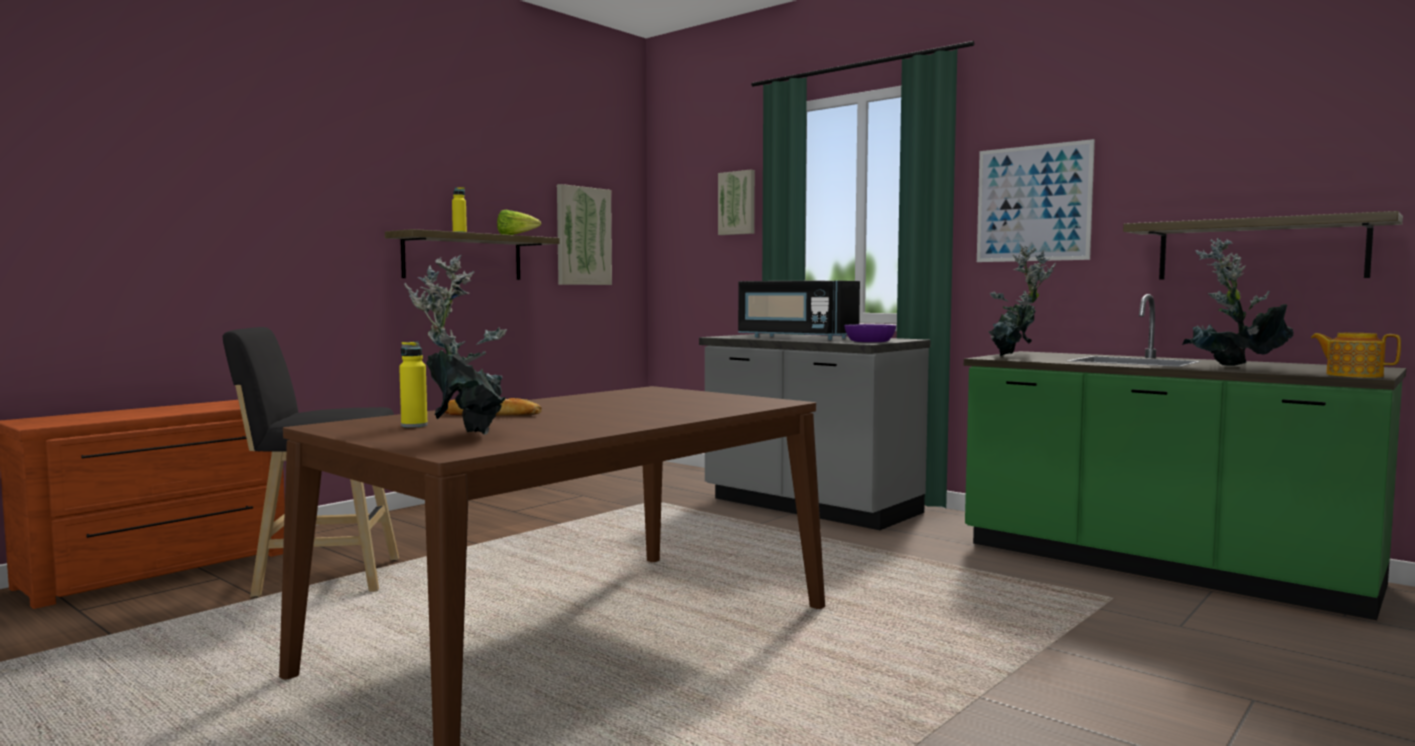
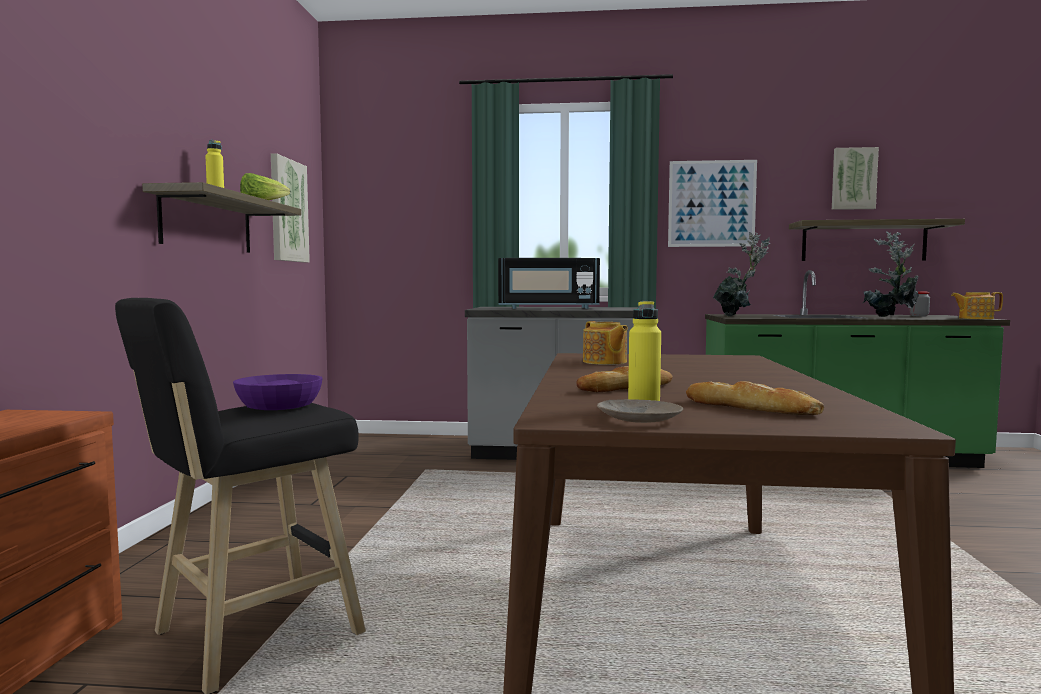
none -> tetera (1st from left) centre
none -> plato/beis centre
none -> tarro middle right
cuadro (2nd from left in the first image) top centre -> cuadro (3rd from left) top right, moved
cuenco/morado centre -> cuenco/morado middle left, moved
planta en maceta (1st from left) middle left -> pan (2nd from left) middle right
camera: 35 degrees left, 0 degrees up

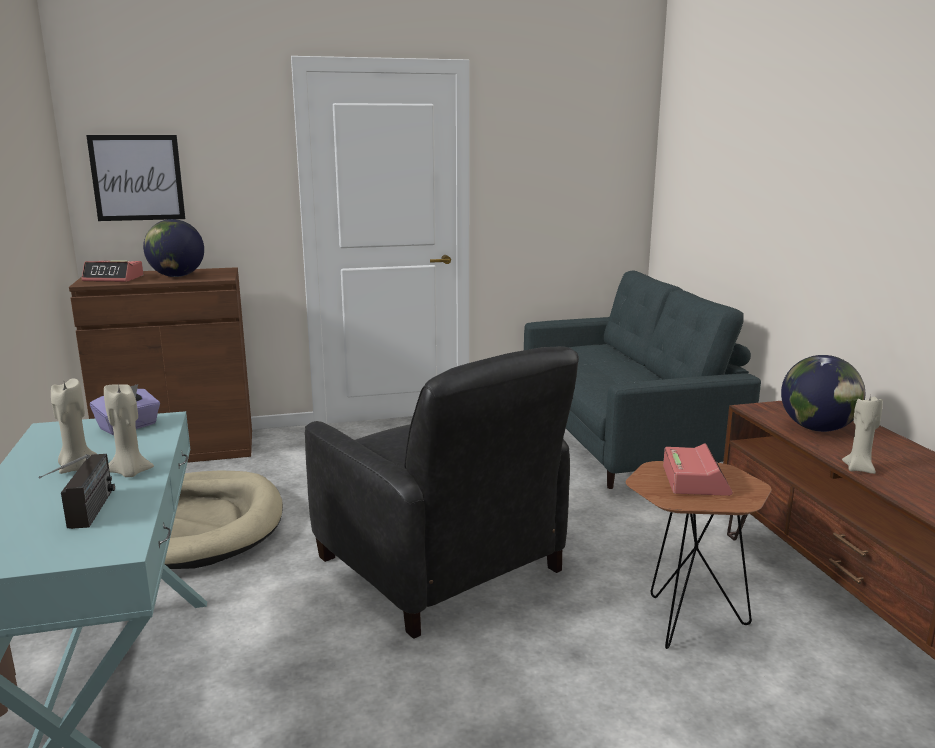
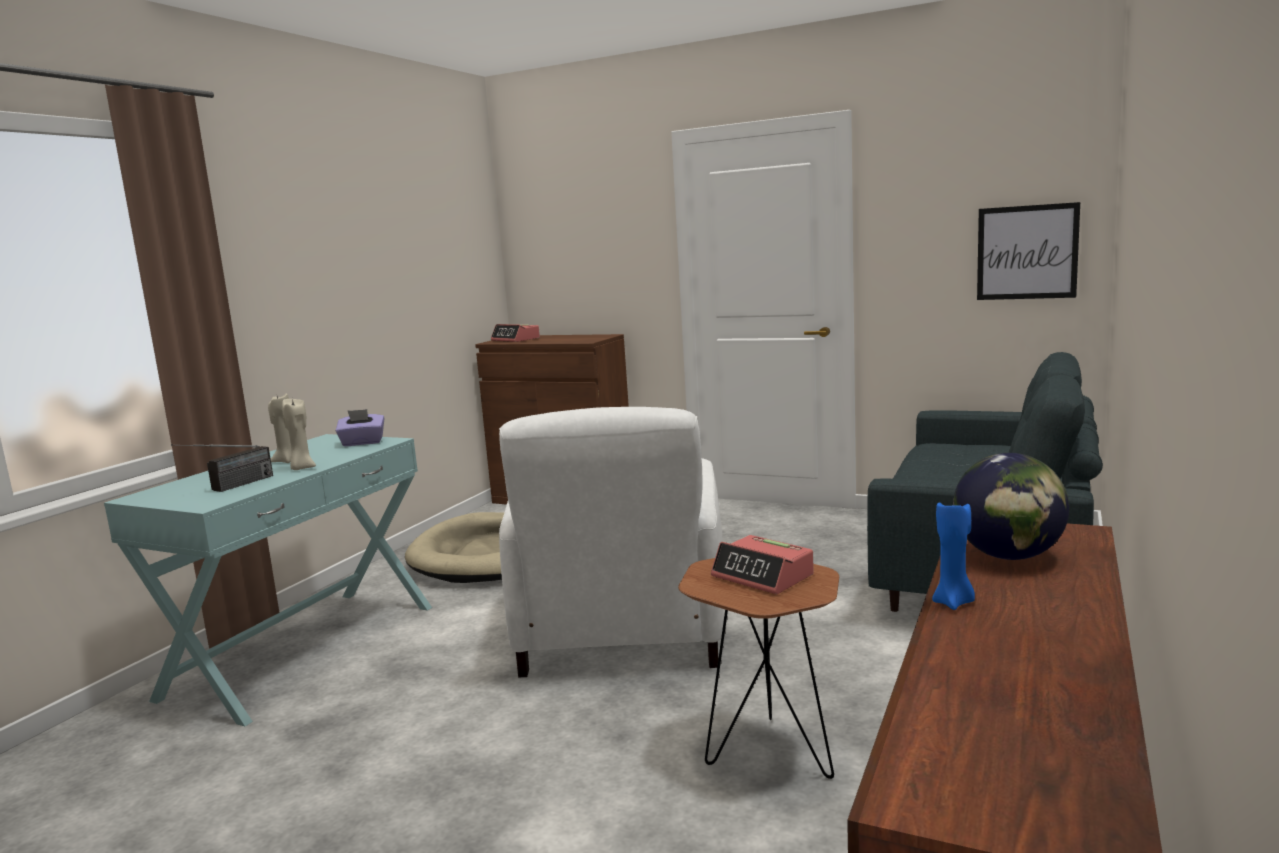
globo terráqueo (1st from left) top left -> none
cuadro top left -> cuadro top right, moved
sillón/negro centre -> sillón/blanco centre
vela/beis (3rd from left) middle right -> vela/azul middle right
despertador (2nd from left) middle right -> despertador (2nd from left) centre, 90 degrees clockwise
camera: 40 degrees right, 5 degrees down

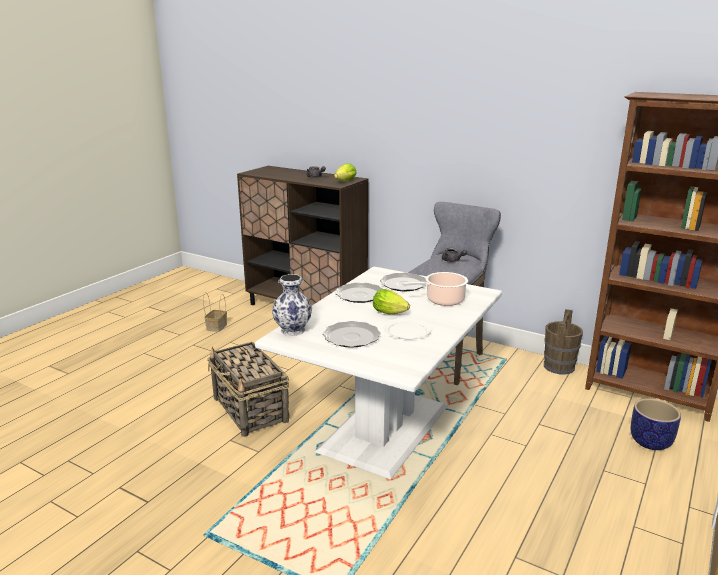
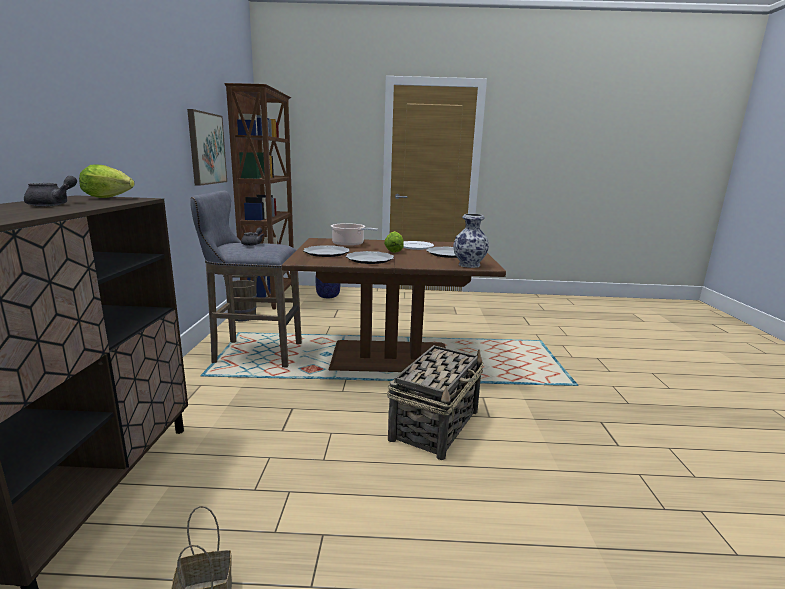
none -> cuadro top left
mesa de comedor/blanco centre -> mesa de comedor/marrón centre
camera: 120 degrees left, 5 degrees down

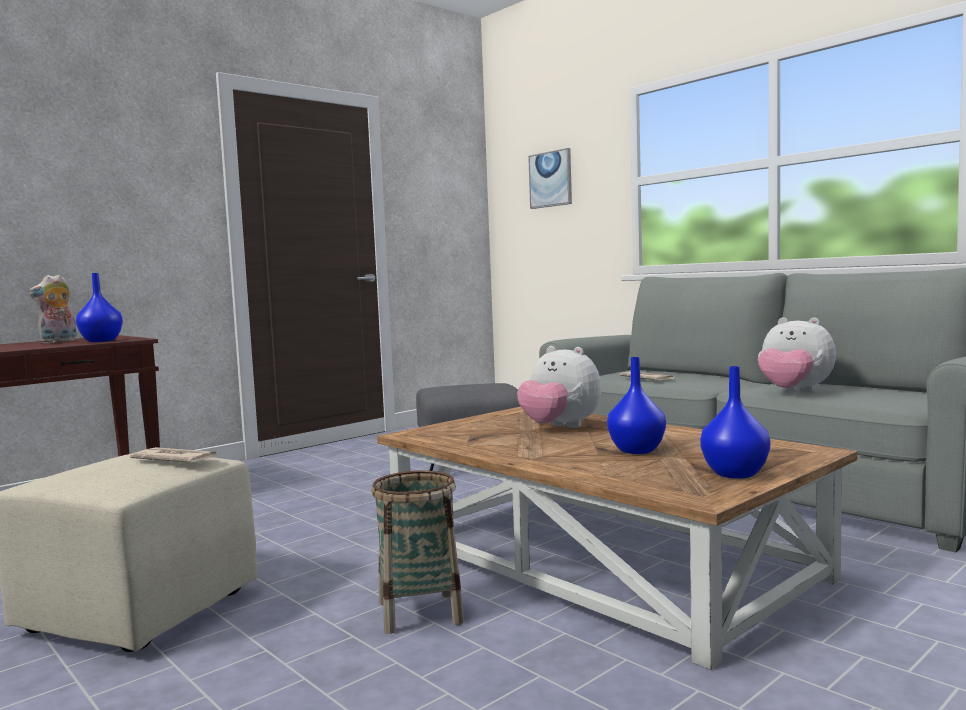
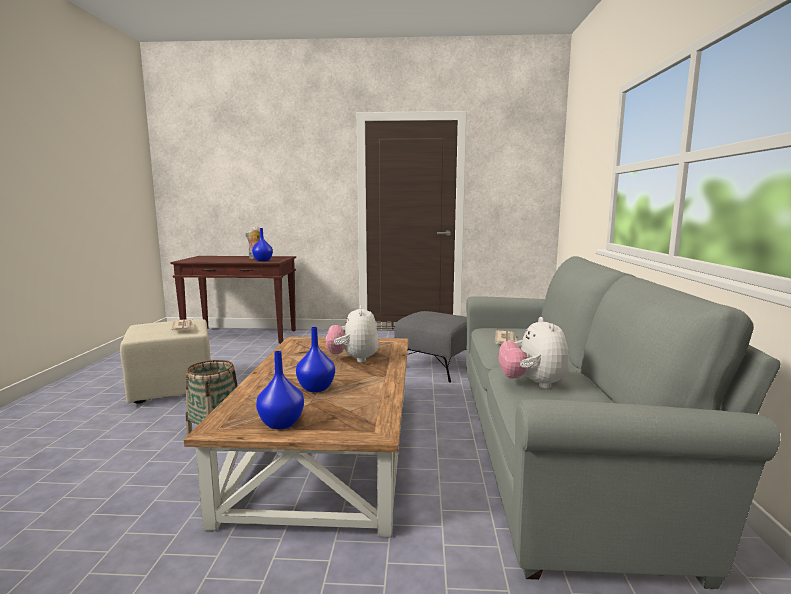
cuadro top centre -> none
camera: 45 degrees right, 5 degrees up

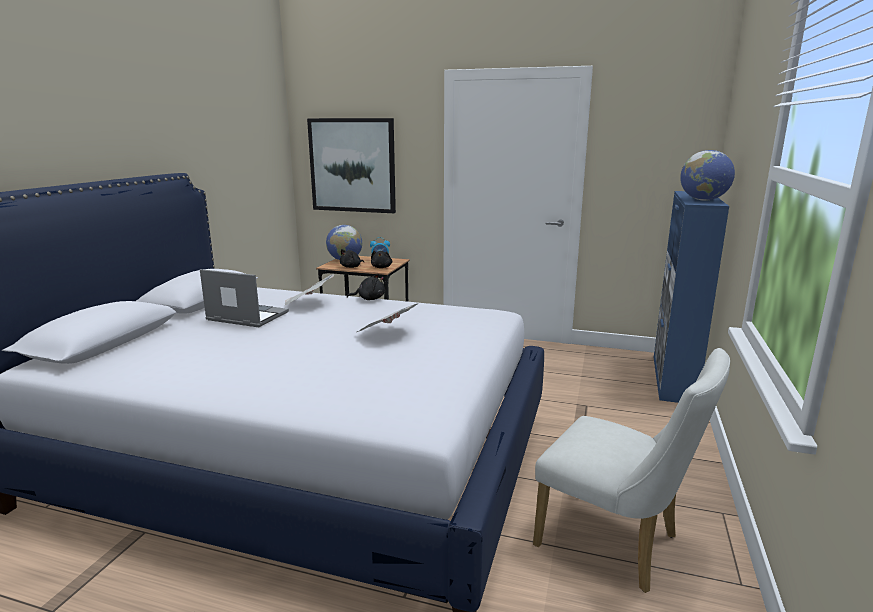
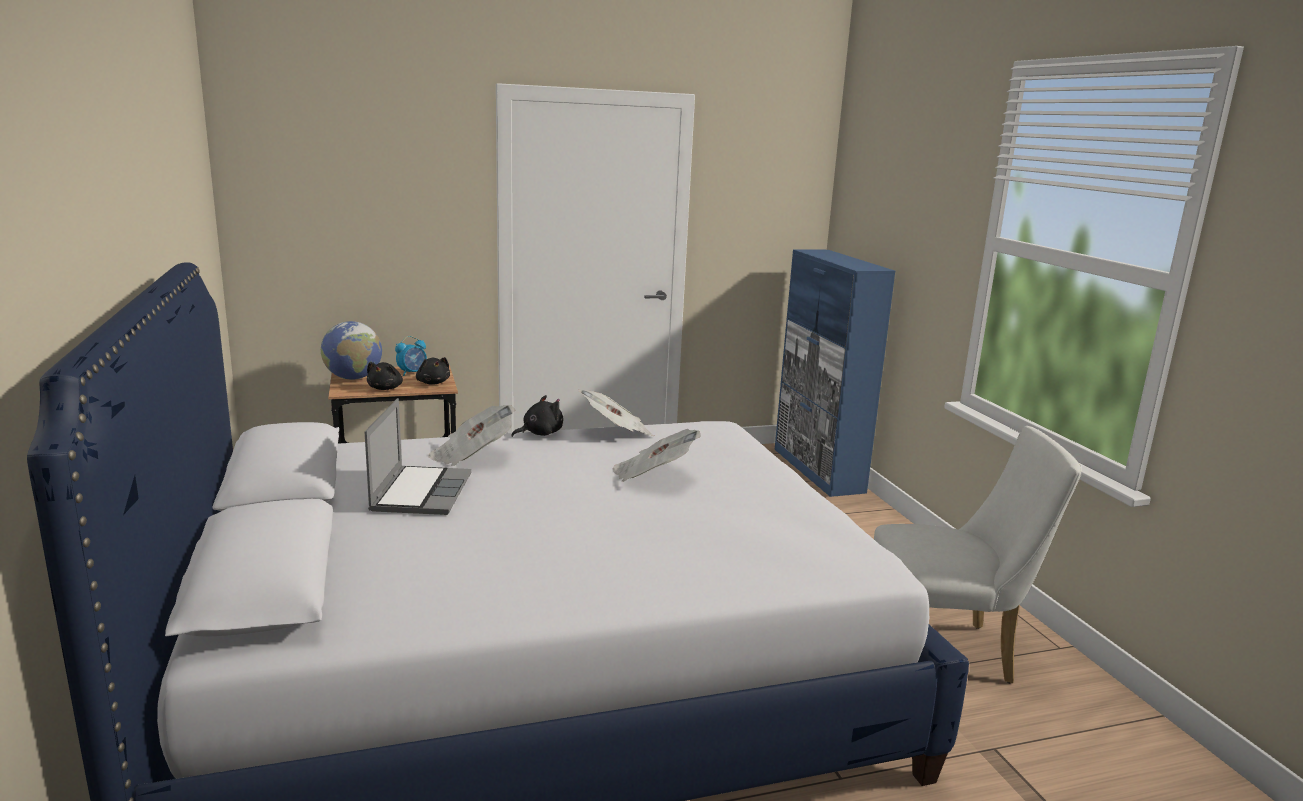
cuadro top centre -> none
globo terráqueo (2nd from left) top right -> none
none -> periódico (2nd from left) centre
portátil middle left, 105 degrees clockwise
camera: 35 degrees left, 0 degrees up

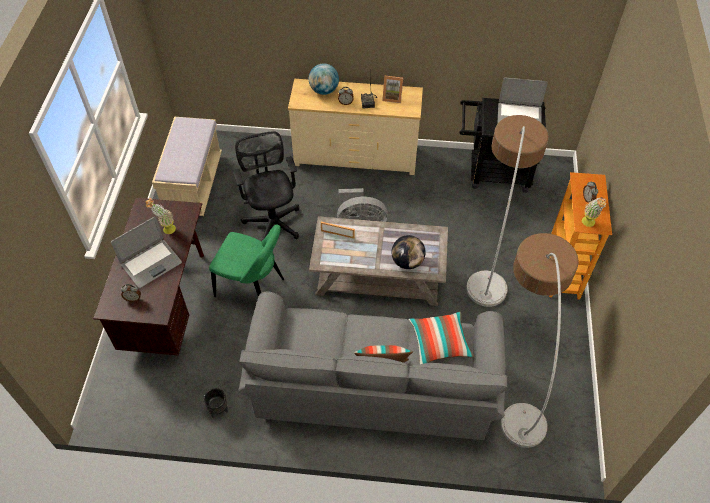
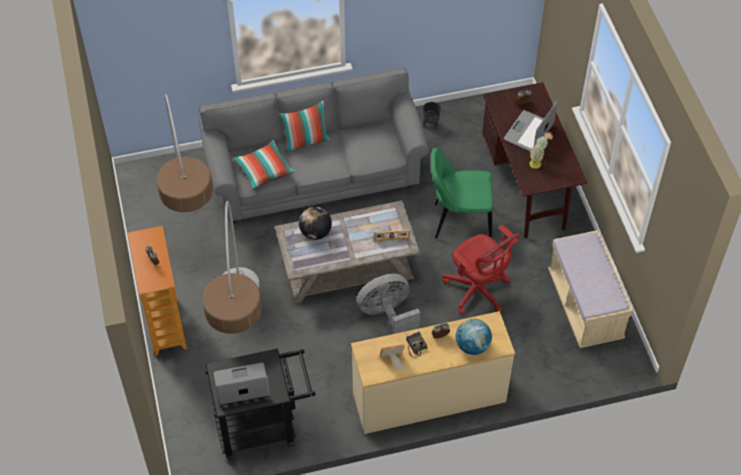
planta en maceta (2nd from left) middle right -> none
silla de oficina/negro centre -> silla de oficina/rojo centre
camera: 160 degrees right, 0 degrees up

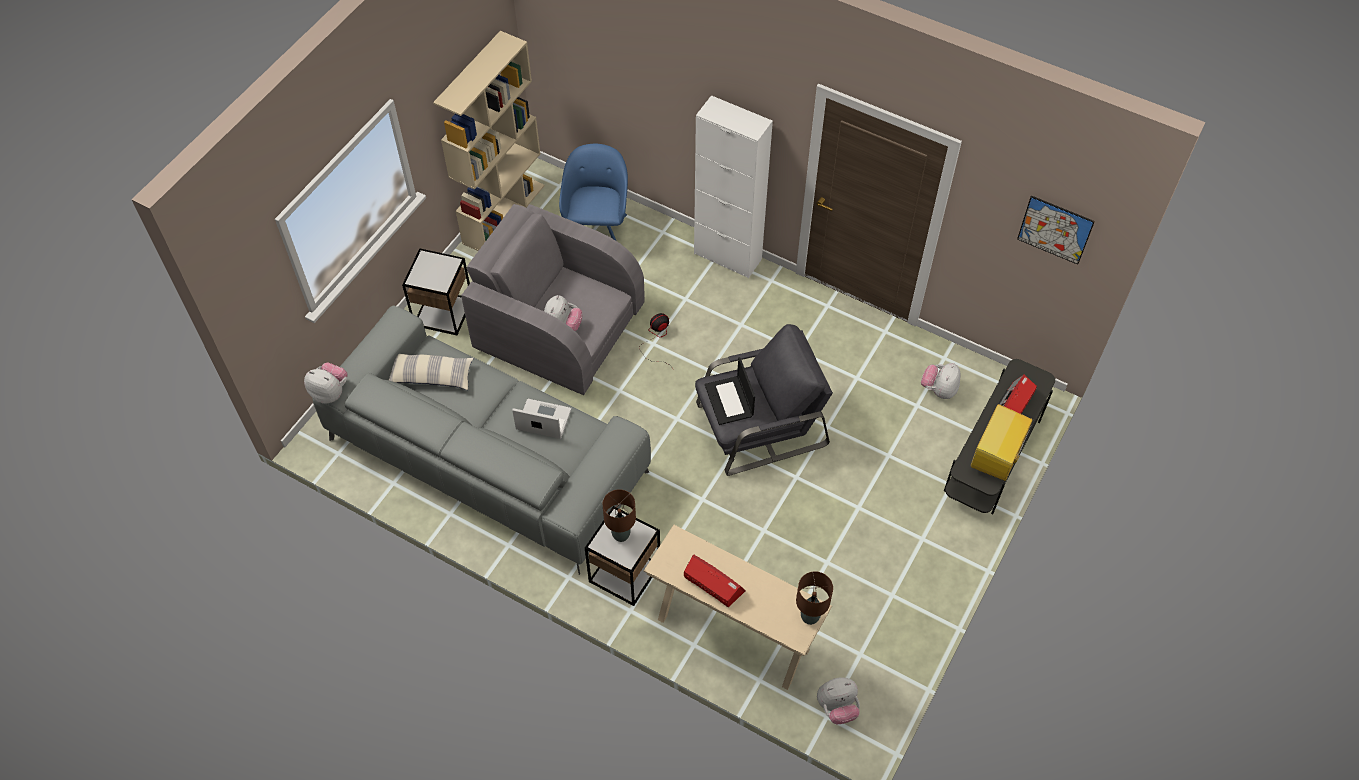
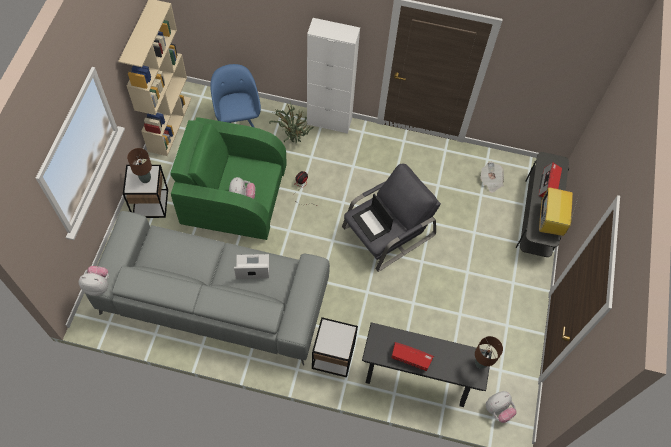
cojín middle left -> none
cuadro top right -> none
none -> planta en maceta top centre
lámpara de mesa/marrón (1st from left) centre -> lámpara de mesa/marrón (1st from left) middle left, moved
peluche (4th from left) middle right -> periódico middle right
sillón/gris (1st from left) centre -> sillón/verde centre
mesa consola/beis bottom centre -> mesa consola/negro bottom centre
camera: 20 degrees left, 5 degrees up

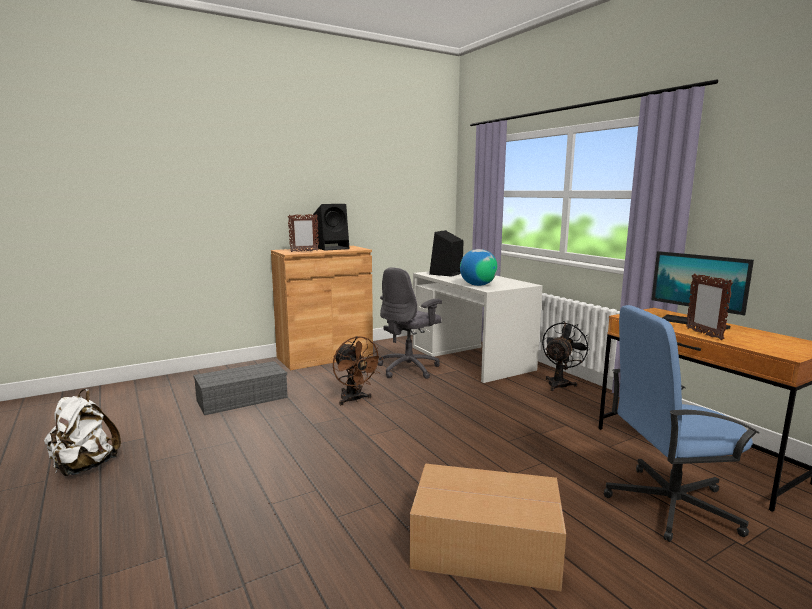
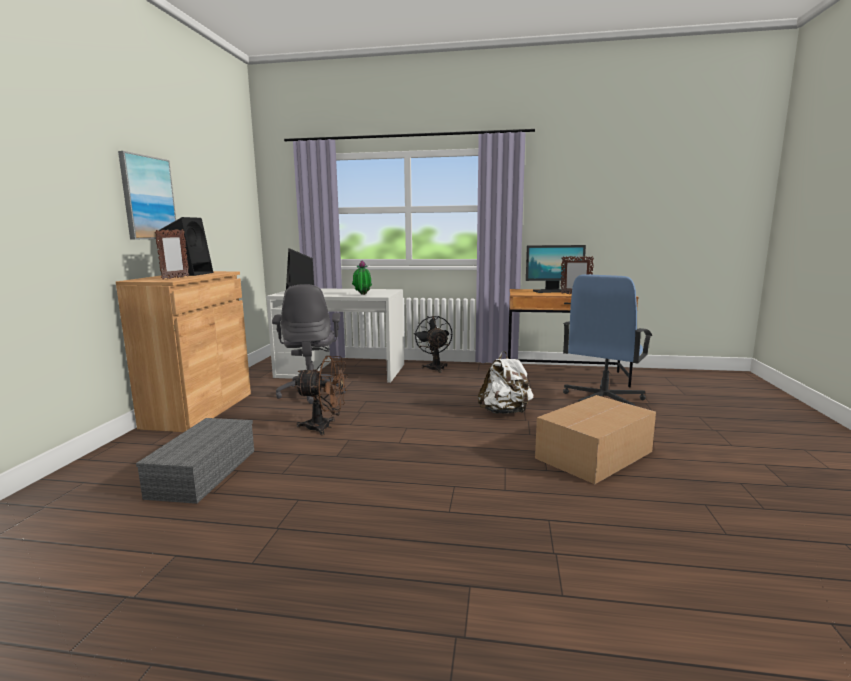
none -> cuadro top left
mochila/blanco bottom left -> mochila/blanco centre, moved
globo terráqueo centre -> planta en maceta centre
camera: 50 degrees left, 0 degrees up

